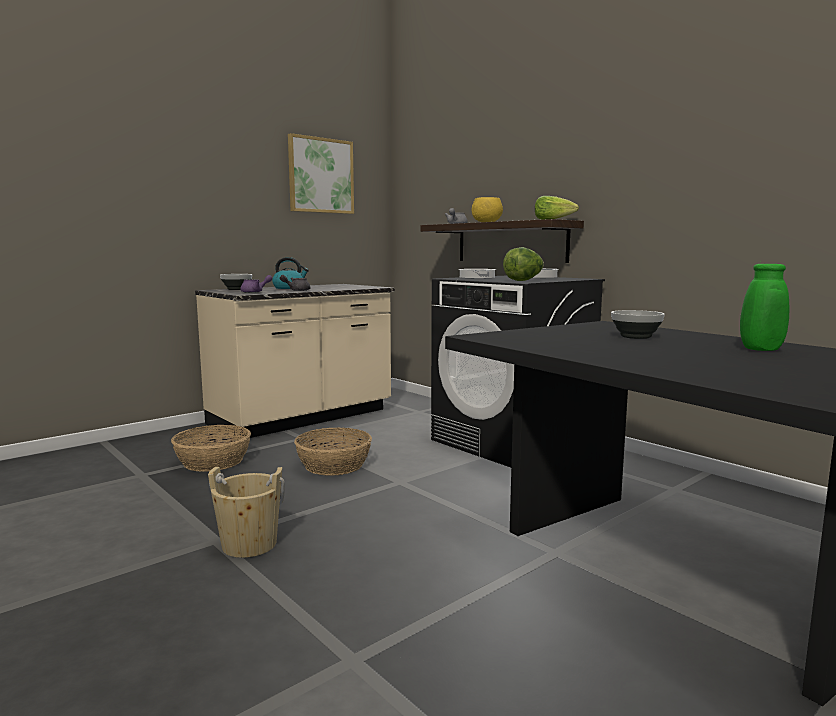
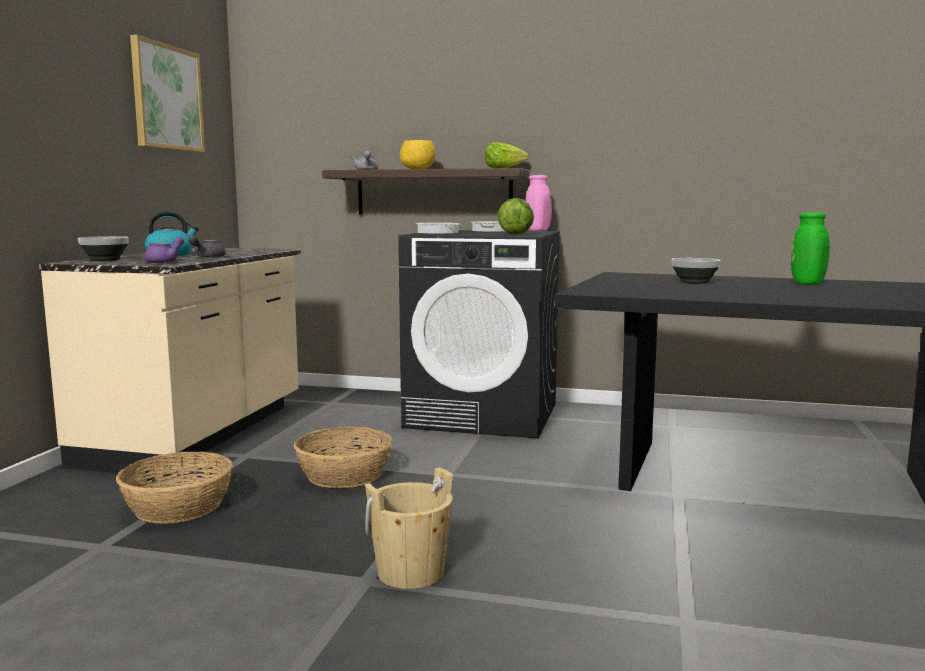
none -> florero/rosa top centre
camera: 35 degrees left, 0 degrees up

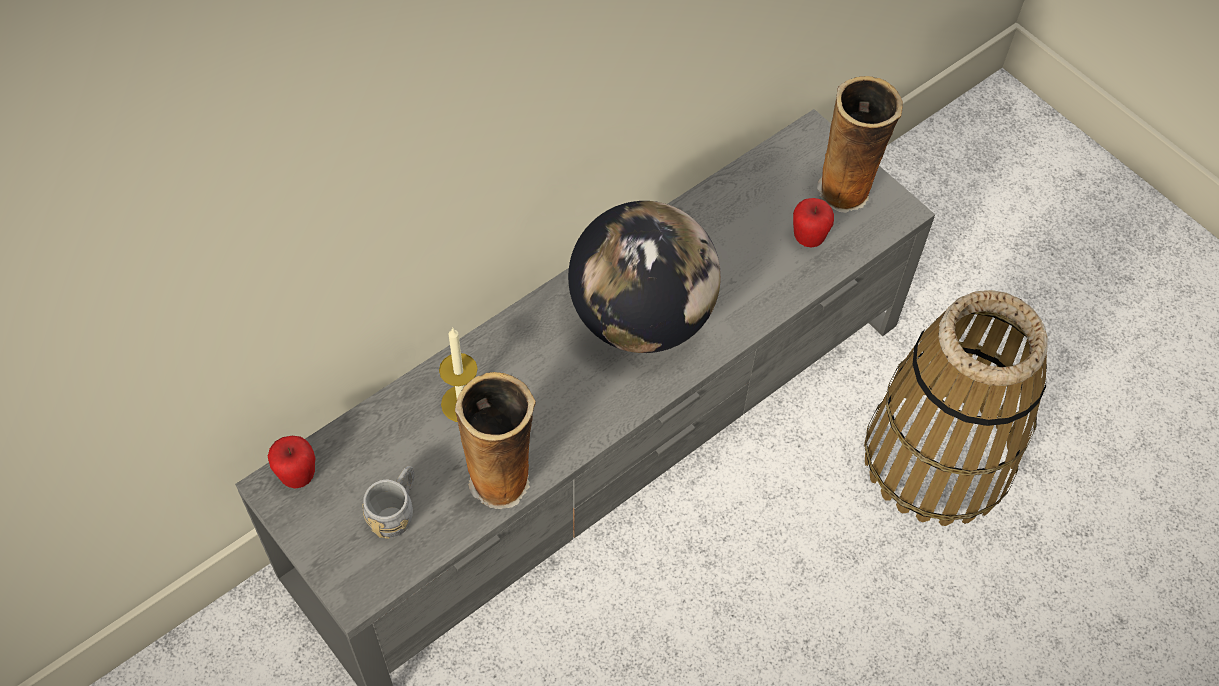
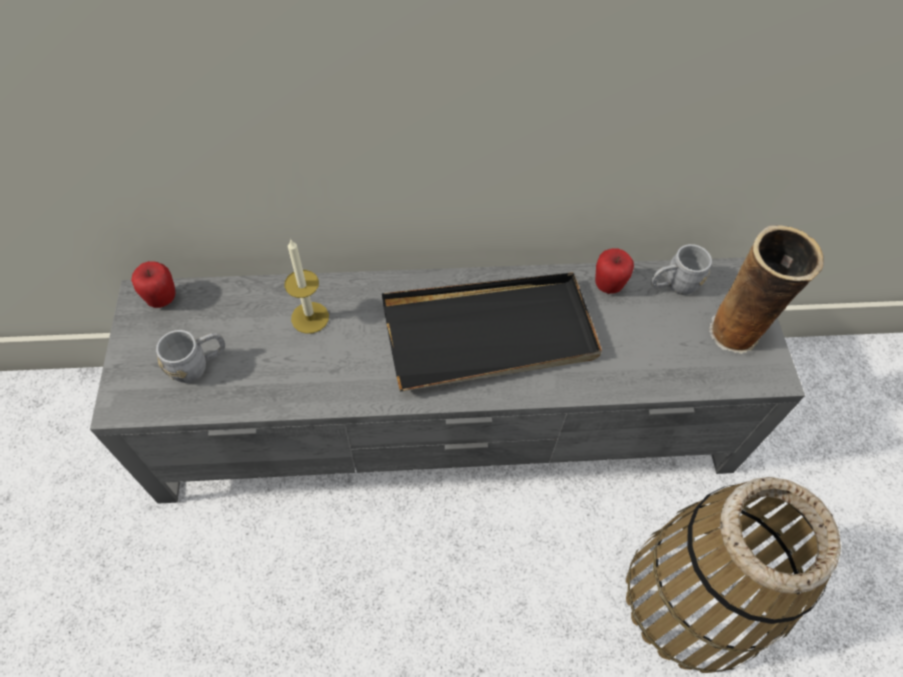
florero (1st from left) centre -> none
none -> taza grande/gris (2nd from left) middle right
manzana (2nd from left) top right -> manzana (2nd from left) middle right, moved
globo terráqueo centre -> bandeja/negro centre
camera: 35 degrees right, 0 degrees up

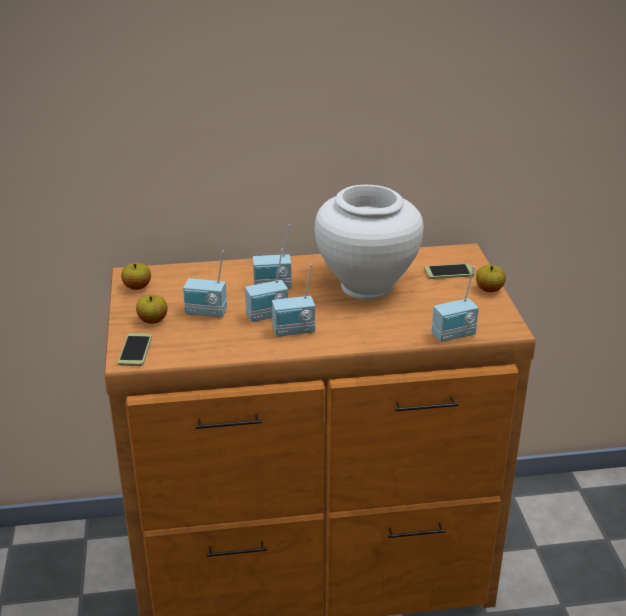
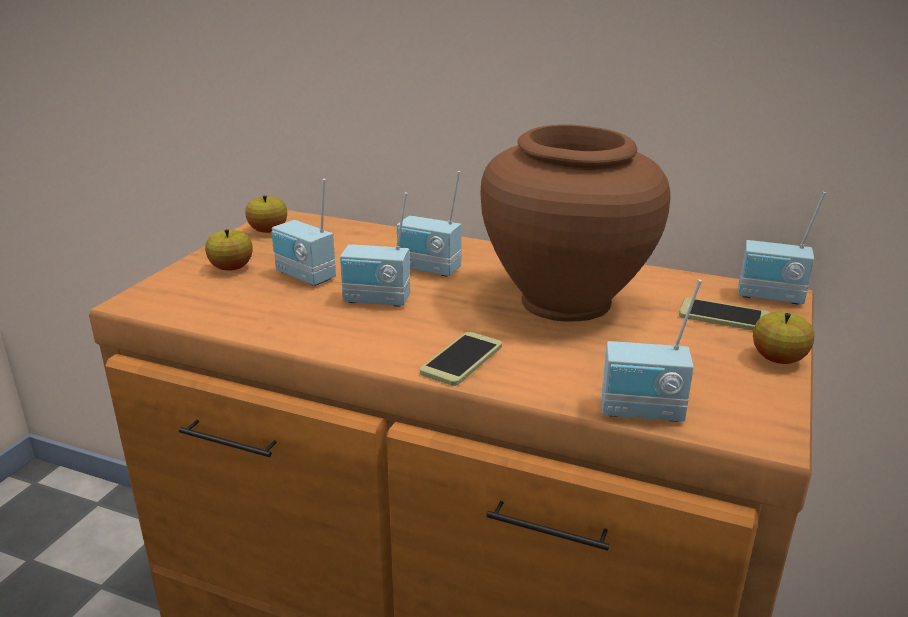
móvil (1st from left) middle left -> móvil (1st from left) centre, moved
radio (4th from left in the first image) centre -> radio (5th from left) middle right, moved
florero/blanco centre -> florero/marrón centre
camera: 30 degrees right, 5 degrees down

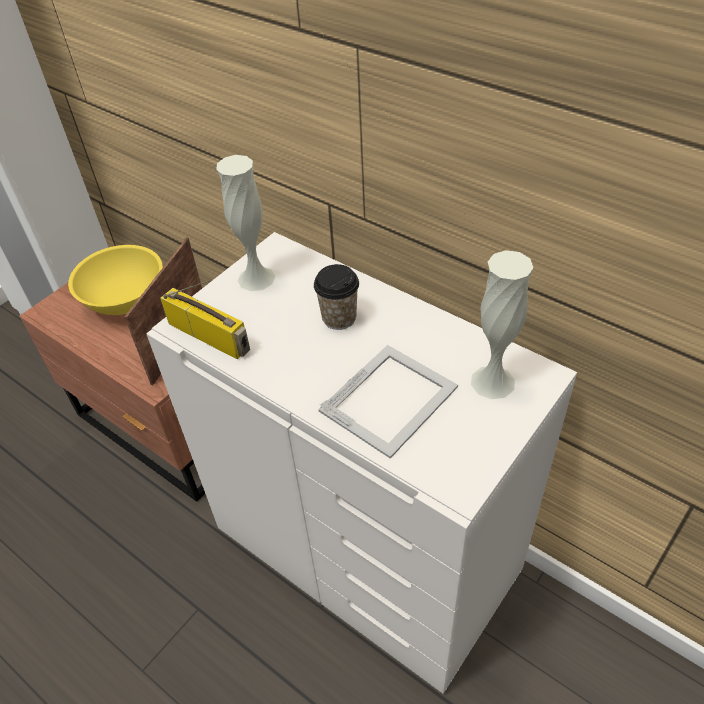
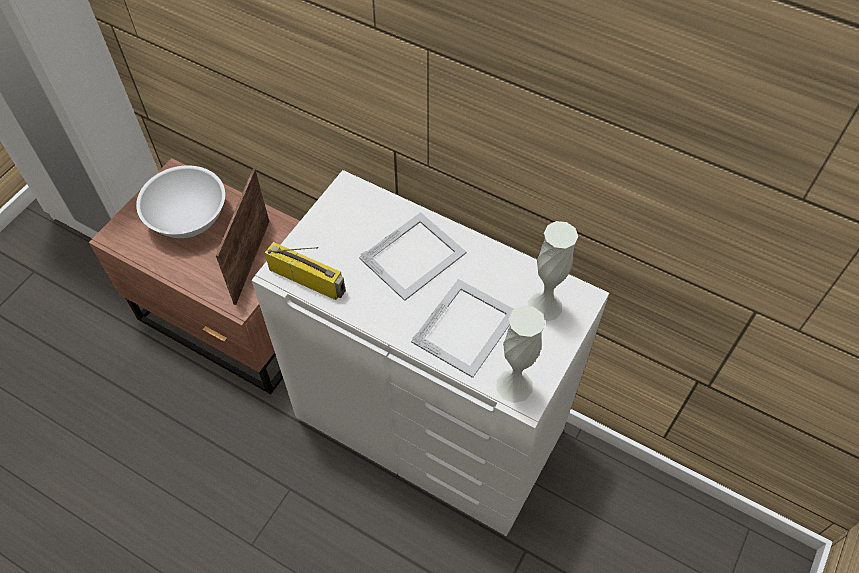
florero/blanco (1st from left) top centre -> florero/blanco (1st from left) centre, moved
taza centre -> portarretratos (2nd from left) centre
cuenco/amarillo middle left -> cuenco/blanco middle left
camera: 10 degrees left, 10 degrees up

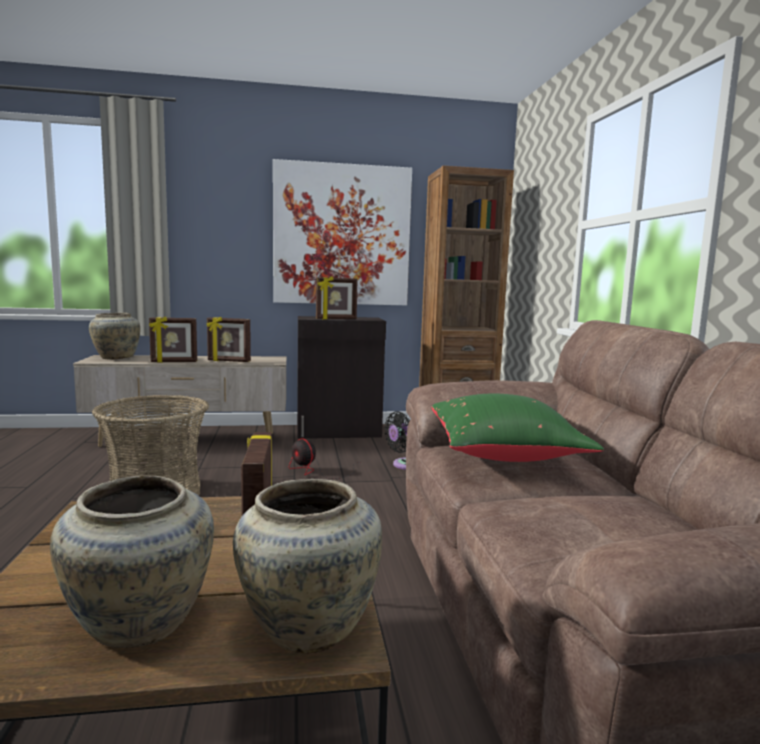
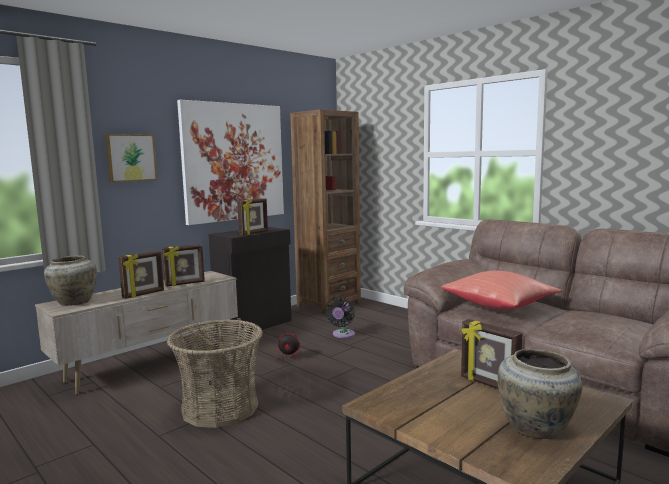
florero/beis (3rd from left) bottom centre -> none
none -> cuadro (1st from left) top left
cojín/verde middle right -> cojín/rojo middle right
camera: 35 degrees left, 0 degrees up

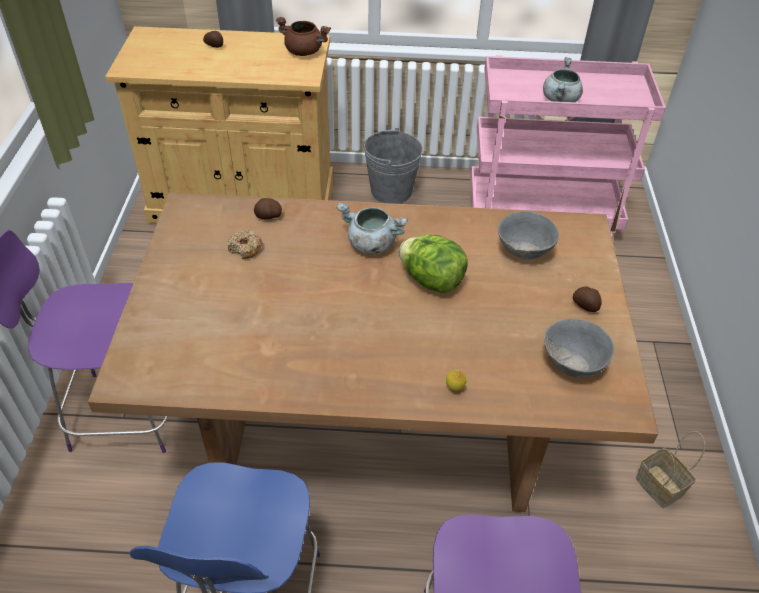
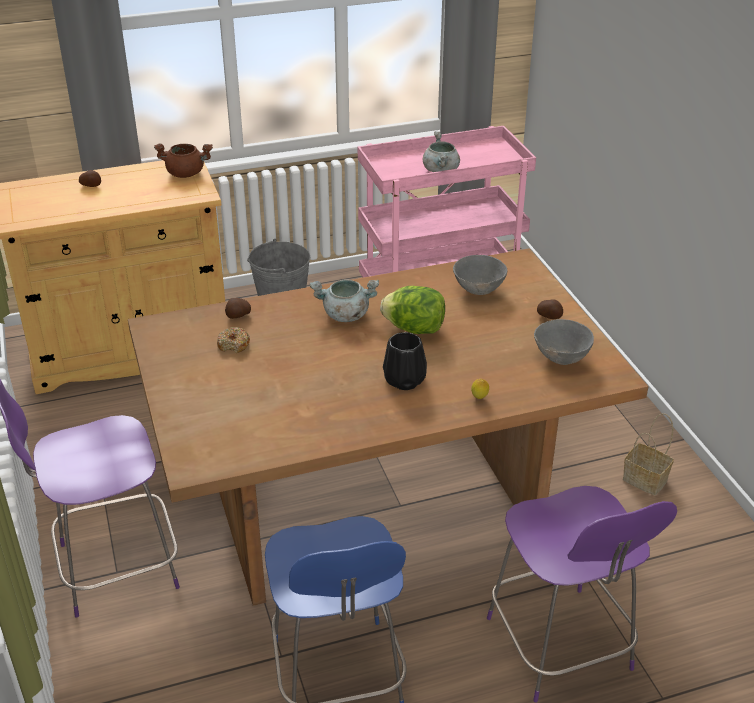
none -> florero/negro centre
camera: 20 degrees left, 10 degrees down

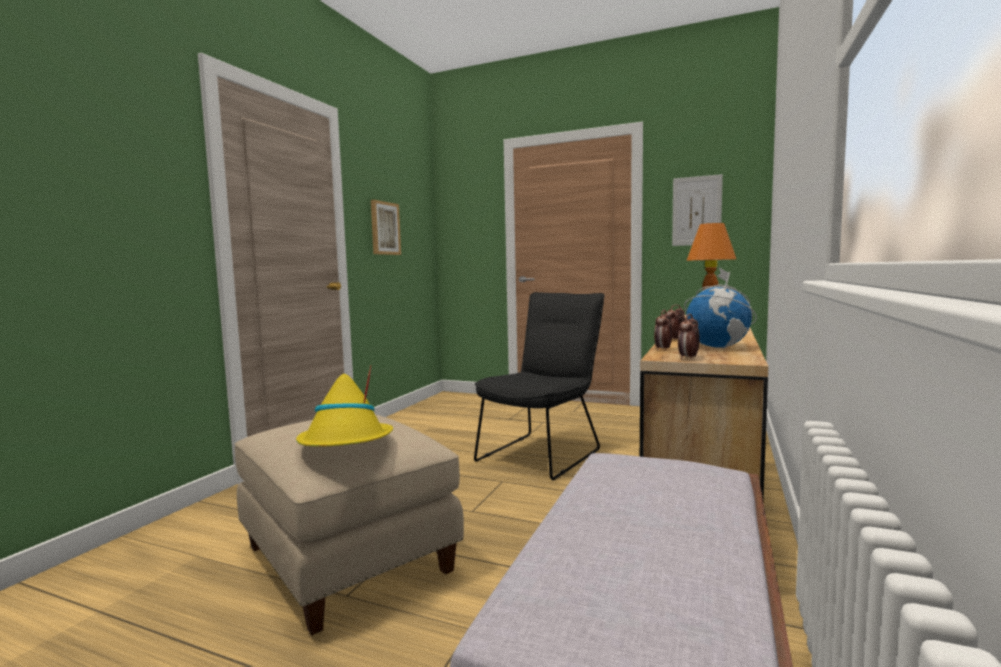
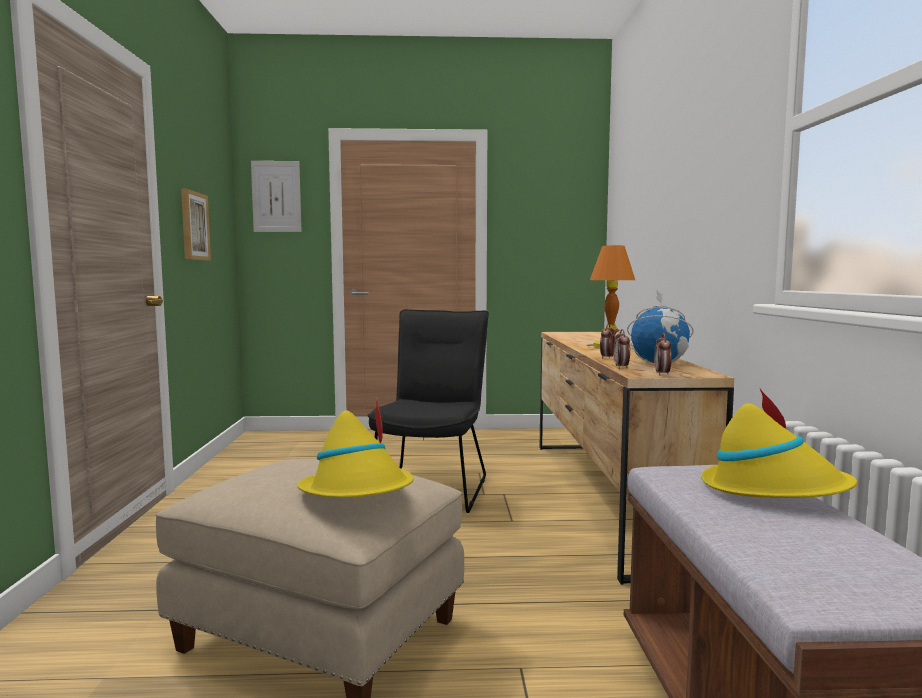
none -> sombrero/amarillo (2nd from left) middle right
cuadro (2nd from left) top right -> cuadro (2nd from left) top left, moved
camera: 25 degrees left, 0 degrees up

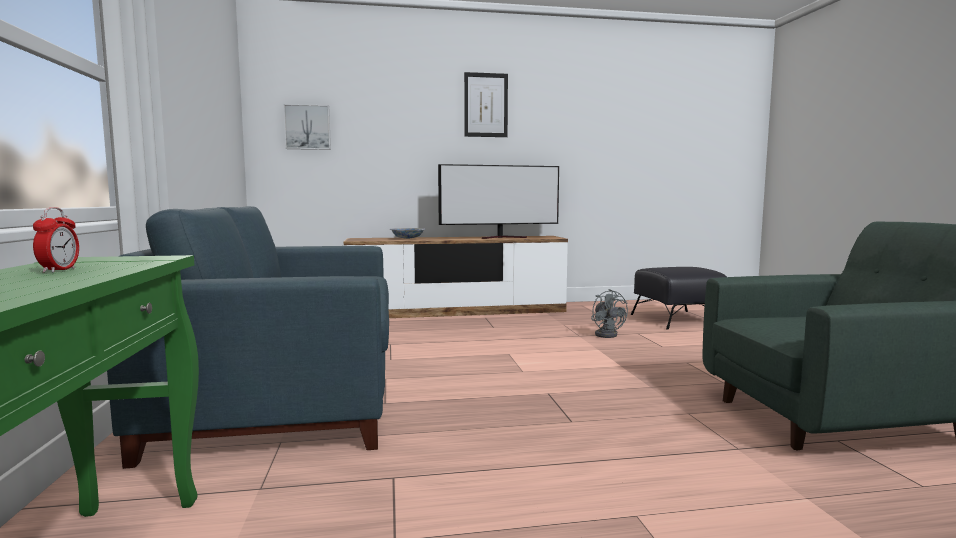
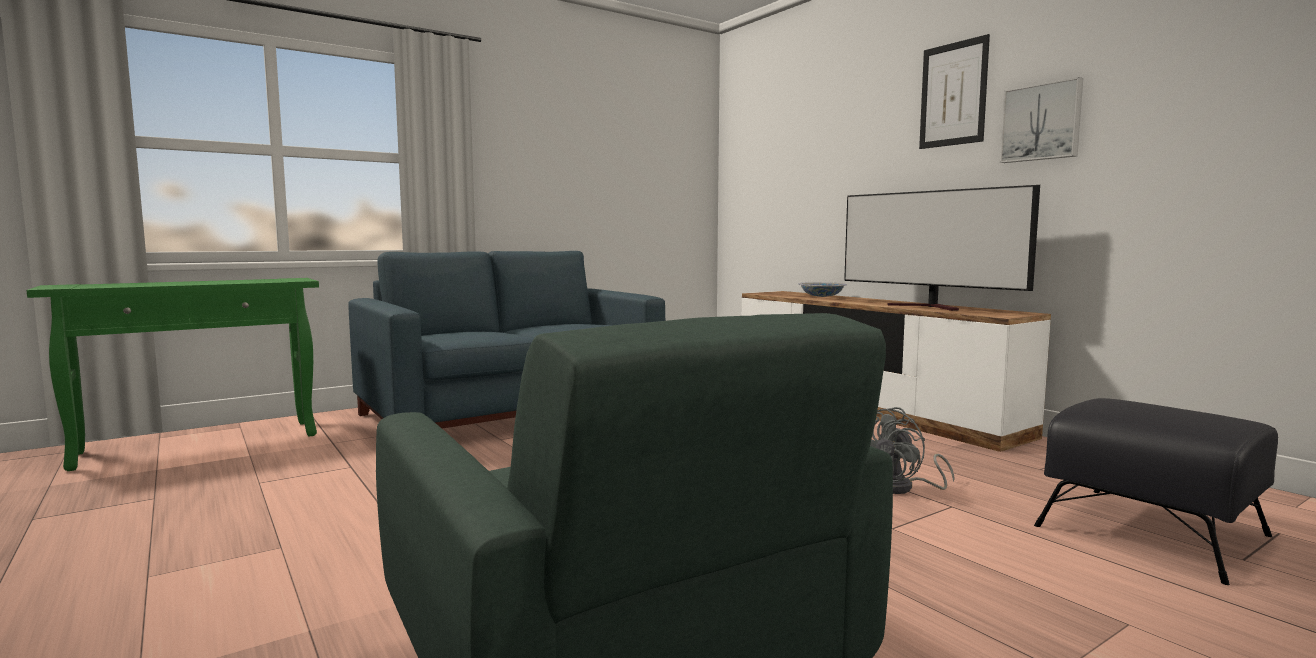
despertador middle left -> none
cuadro (1st from left in the first image) top left -> cuadro (2nd from left) top right, moved
camera: 65 degrees right, 0 degrees up

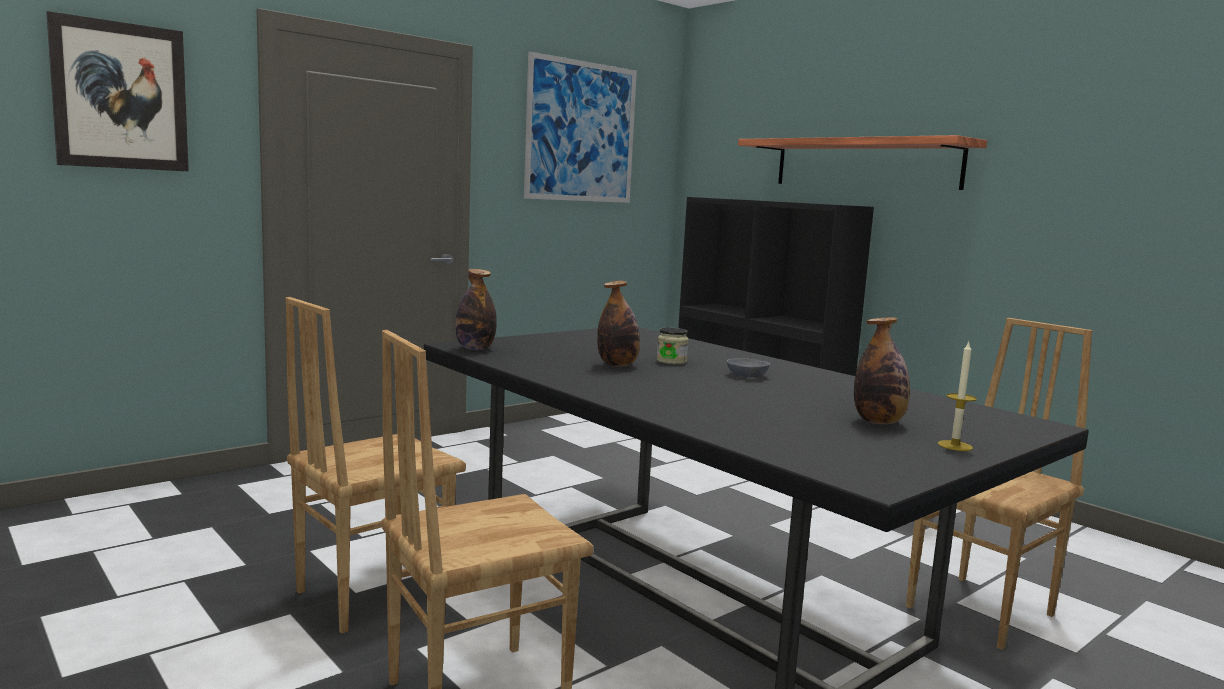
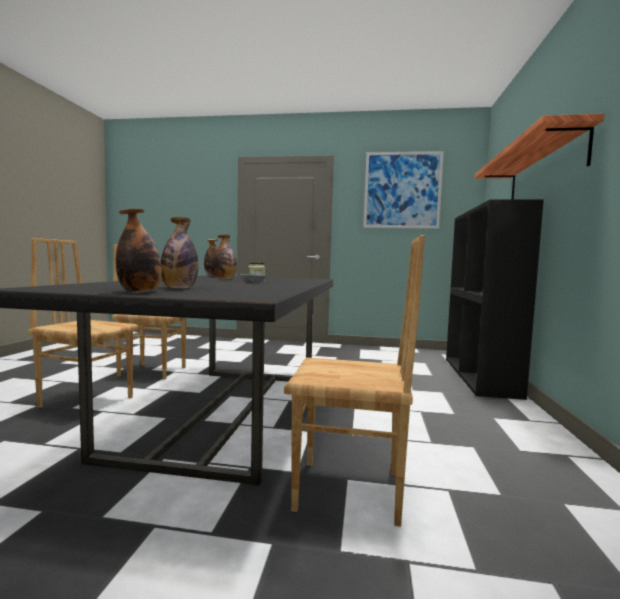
cuadro (1st from left) top left -> none
vela middle right -> botella (1st from left) middle left
camera: 50 degrees right, 5 degrees down

